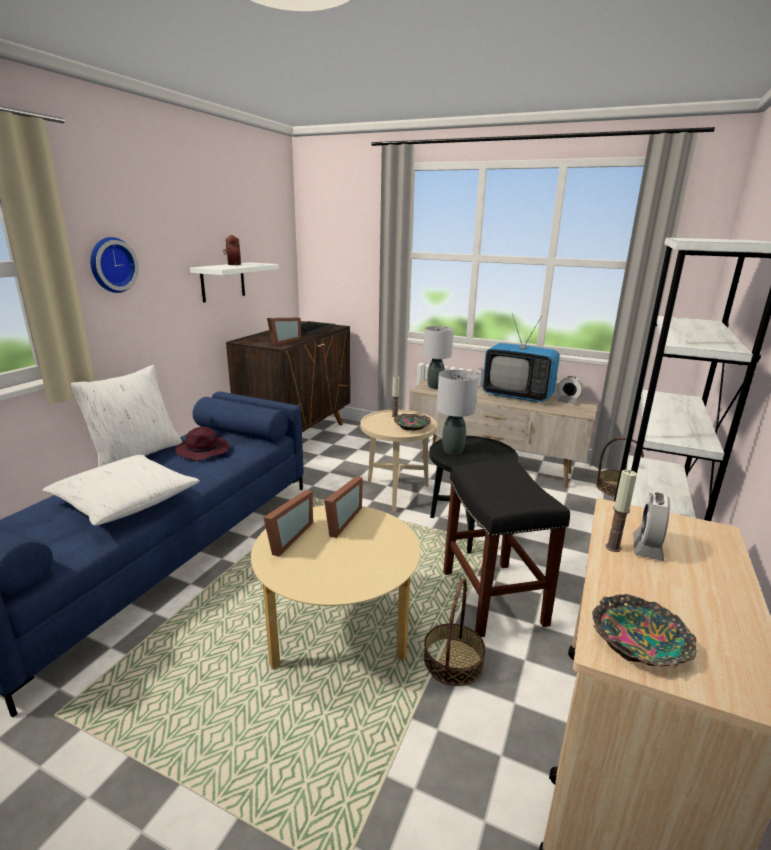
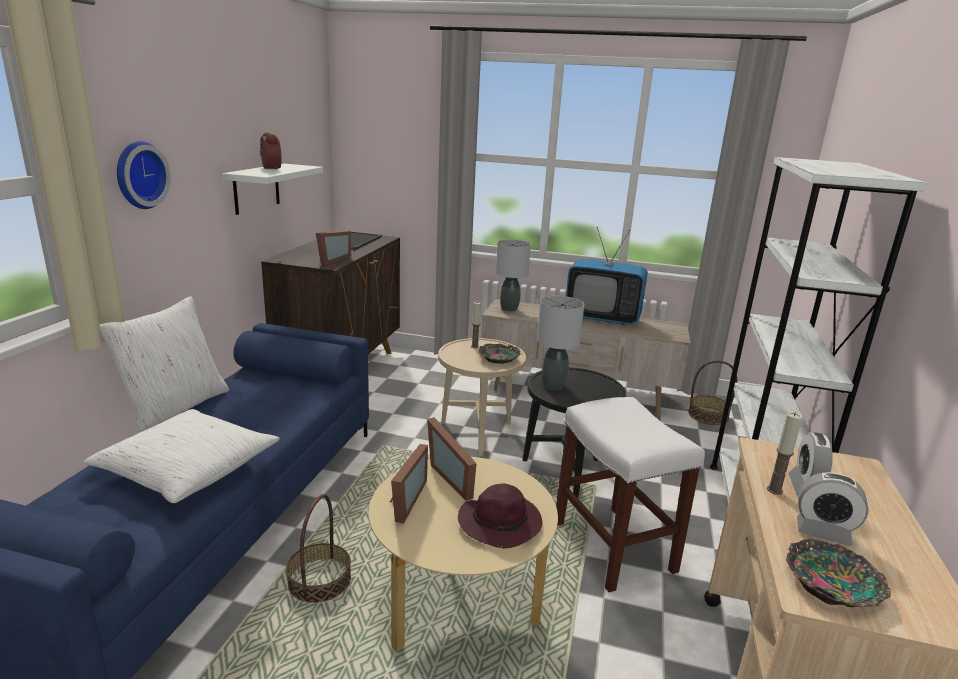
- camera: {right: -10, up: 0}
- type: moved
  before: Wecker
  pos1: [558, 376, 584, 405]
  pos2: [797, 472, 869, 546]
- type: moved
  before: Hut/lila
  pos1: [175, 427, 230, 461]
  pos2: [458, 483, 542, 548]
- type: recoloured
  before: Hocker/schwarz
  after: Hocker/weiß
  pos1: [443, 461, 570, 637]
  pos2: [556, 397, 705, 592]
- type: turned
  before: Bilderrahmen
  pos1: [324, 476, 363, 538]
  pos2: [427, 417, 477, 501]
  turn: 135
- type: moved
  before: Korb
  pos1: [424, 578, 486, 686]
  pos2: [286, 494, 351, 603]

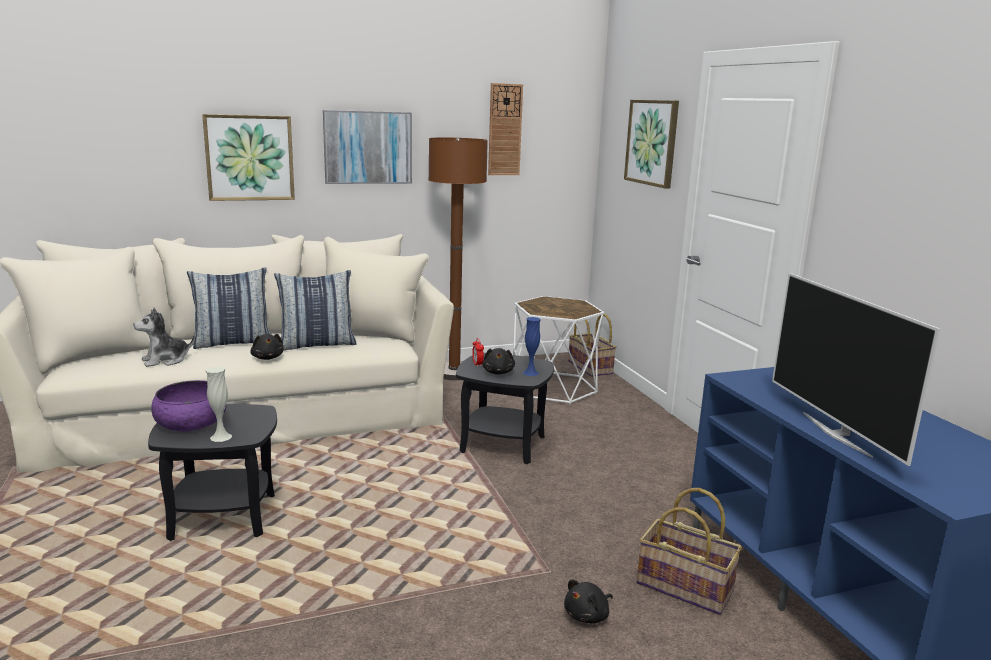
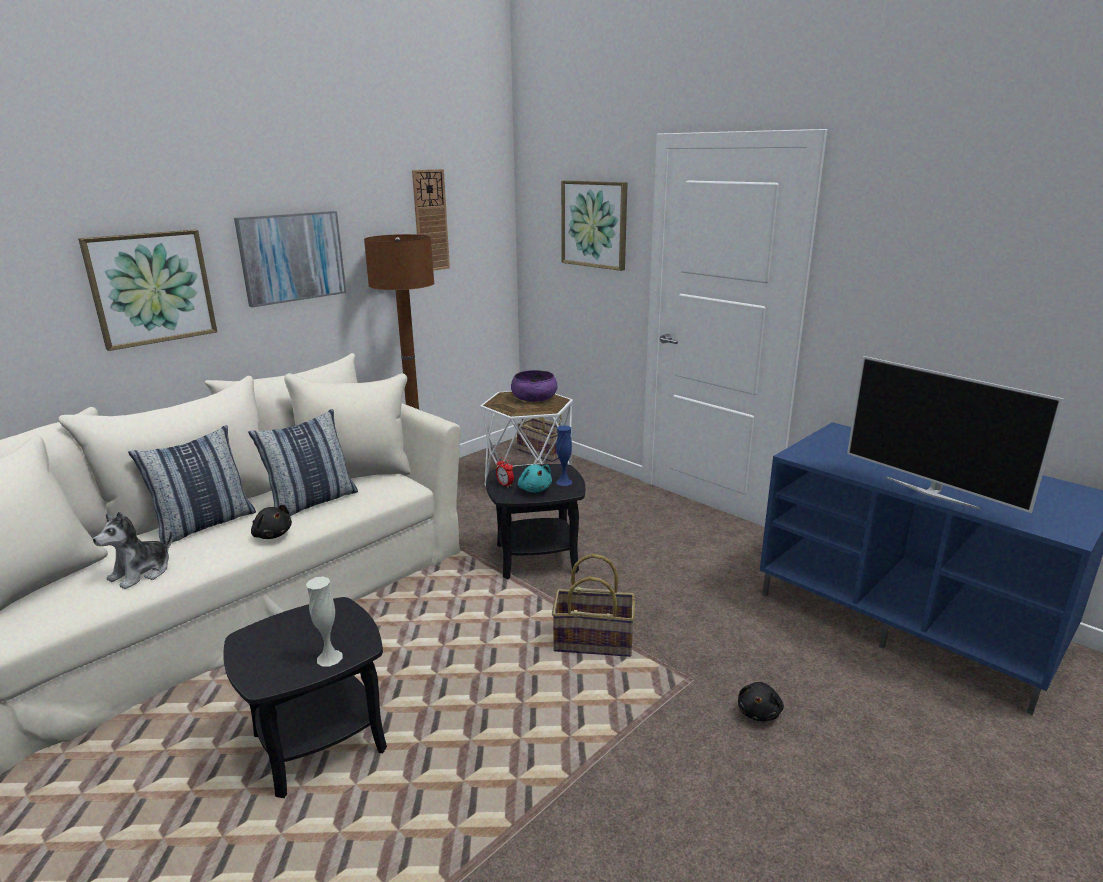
- camera: {right: -25, up: 5}
- type: recoloured
  before: Plüschtier/schwarz
  after: Plüschtier/türkis
  pos1: [482, 348, 515, 374]
  pos2: [518, 465, 552, 492]
- type: moved
  before: Schüssel/lila
  pos1: [151, 380, 227, 432]
  pos2: [511, 370, 557, 402]
- type: moved
  before: Korb
  pos1: [637, 488, 742, 615]
  pos2: [552, 554, 635, 657]

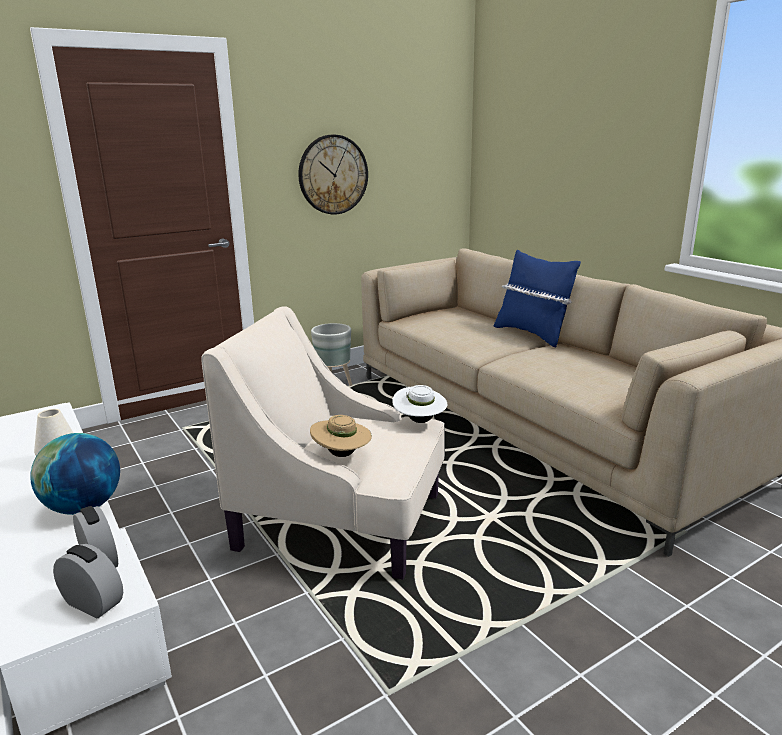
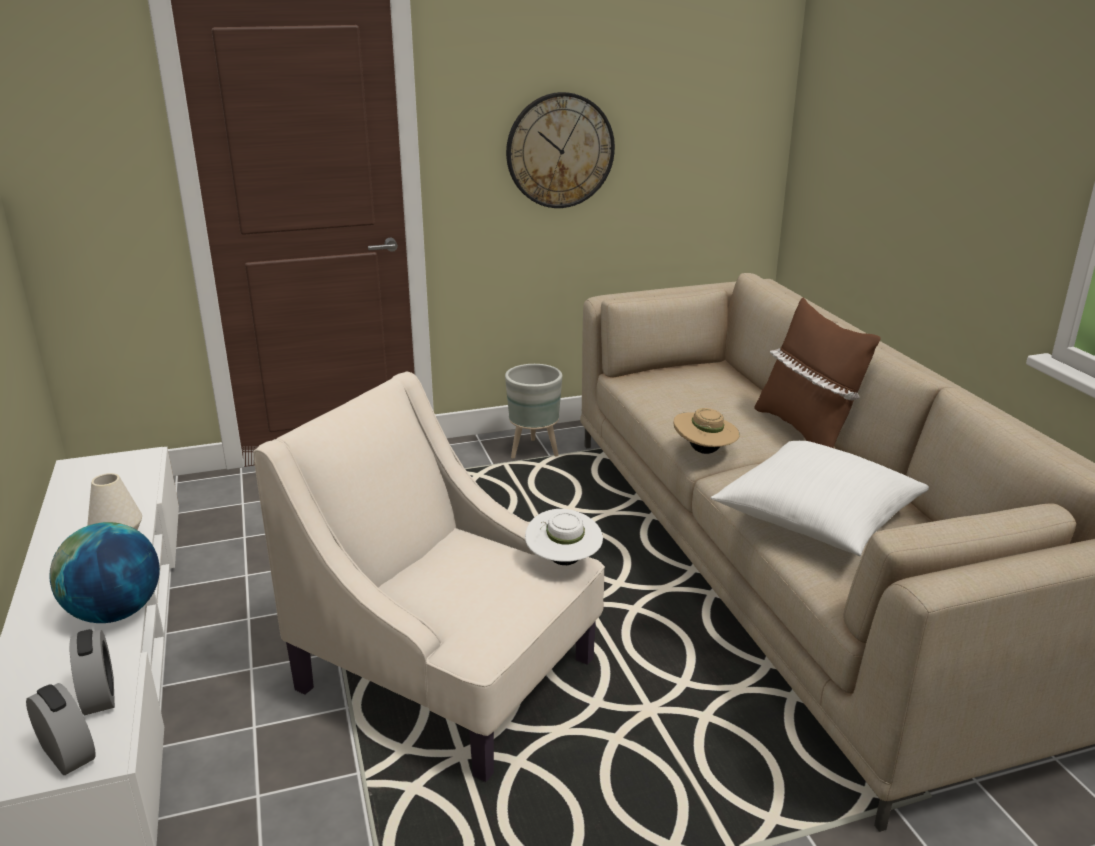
- camera: {right: 15, up: 5}
- type: recoloured
  before: Kissen/blau
  after: Kissen/braun
  pos1: [494, 249, 581, 347]
  pos2: [754, 297, 881, 448]
- type: moved
  before: Hut/beige
  pos1: [310, 415, 372, 457]
  pos2: [673, 408, 740, 454]
- type: added
  after: Kissen/weiß
  pos2: [711, 441, 929, 556]

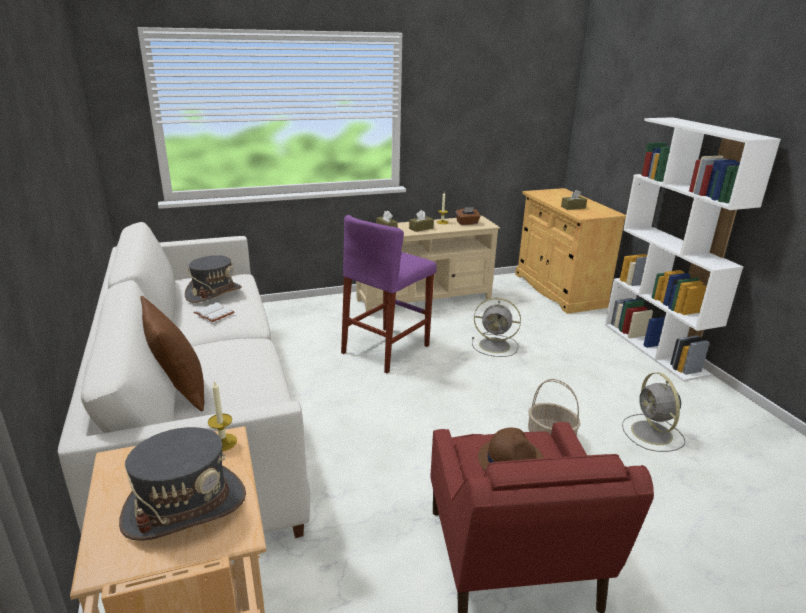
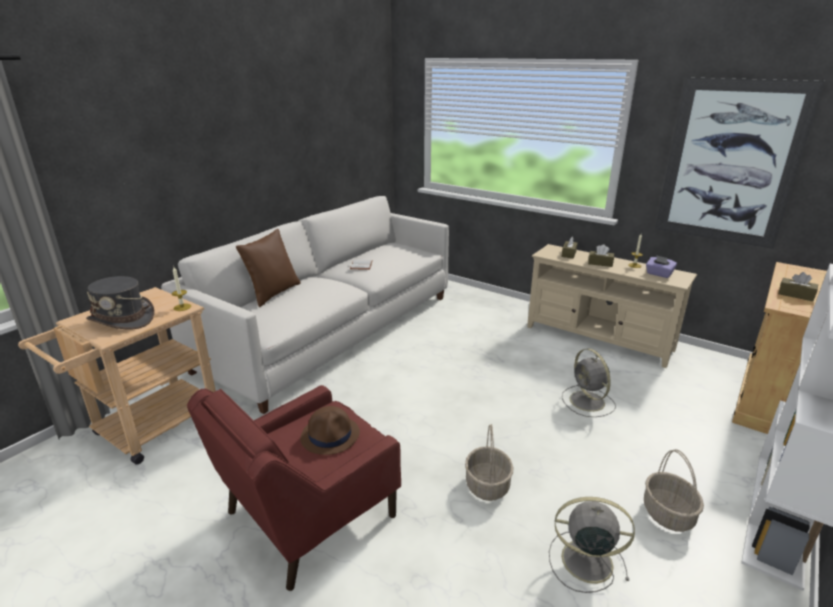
- camera: {right: 55, up: 0}
- type: recoloured
  before: Taschentuchbox/braun
  after: Taschentuchbox/lila
  pos1: [456, 207, 481, 225]
  pos2: [646, 256, 677, 278]
- type: removed
  before: Hocker/lila
  pos1: [341, 215, 437, 373]
- type: removed
  before: Hut/grau
  pos1: [185, 255, 242, 303]
- type: turned
  before: Ventilator/grau
  pos1: [622, 372, 685, 452]
  pos2: [549, 497, 635, 593]
  turn: 60
- type: added
  after: Bild
  pos2: [655, 77, 825, 249]
- type: added
  after: Korb
  pos2: [644, 449, 704, 532]

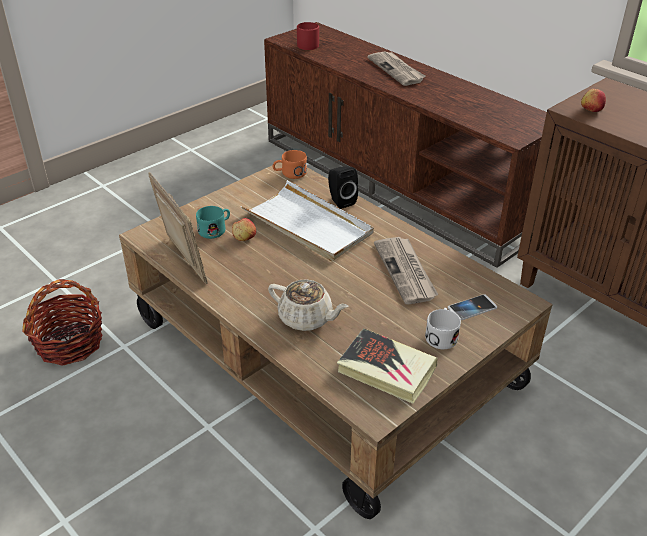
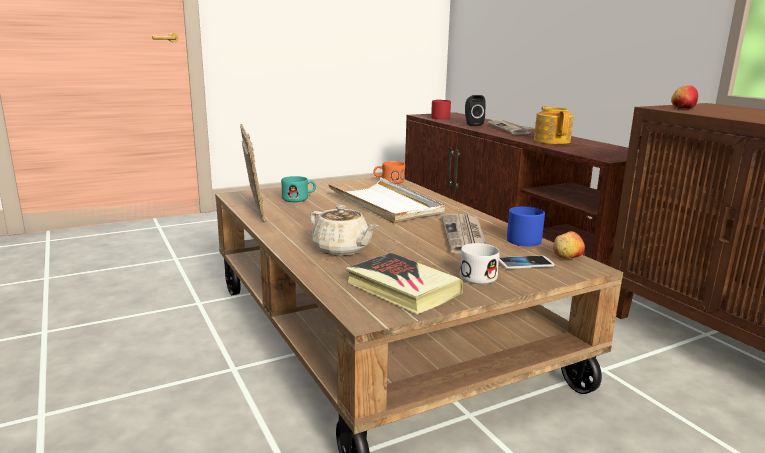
- camera: {right: 15, up: -20}
- type: moved
  before: Lautsprecher/schwarz
  pos1: [328, 166, 358, 209]
  pos2: [465, 95, 486, 126]
- type: moved
  before: Apfel
  pos1: [232, 218, 256, 241]
  pos2: [553, 231, 585, 259]
- type: removed
  before: Korb
  pos1: [22, 279, 103, 366]
- type: added
  after: Teekanne
  pos2: [534, 106, 573, 144]
- type: added
  after: Henkelbecher/blau
  pos2: [507, 206, 545, 247]

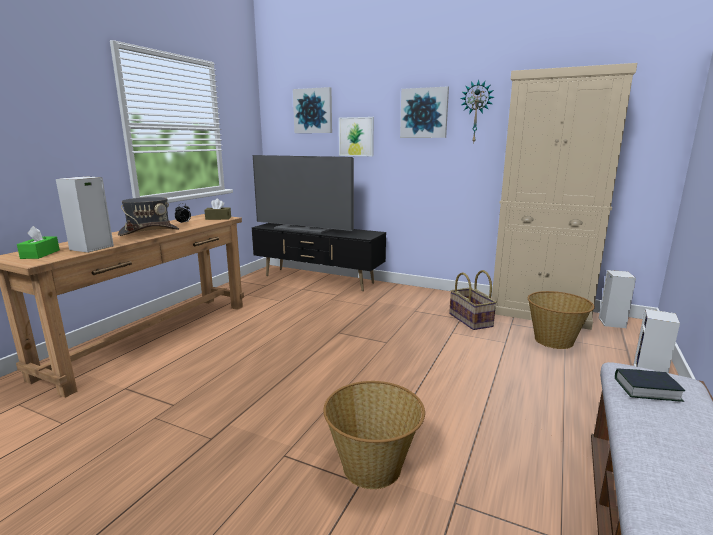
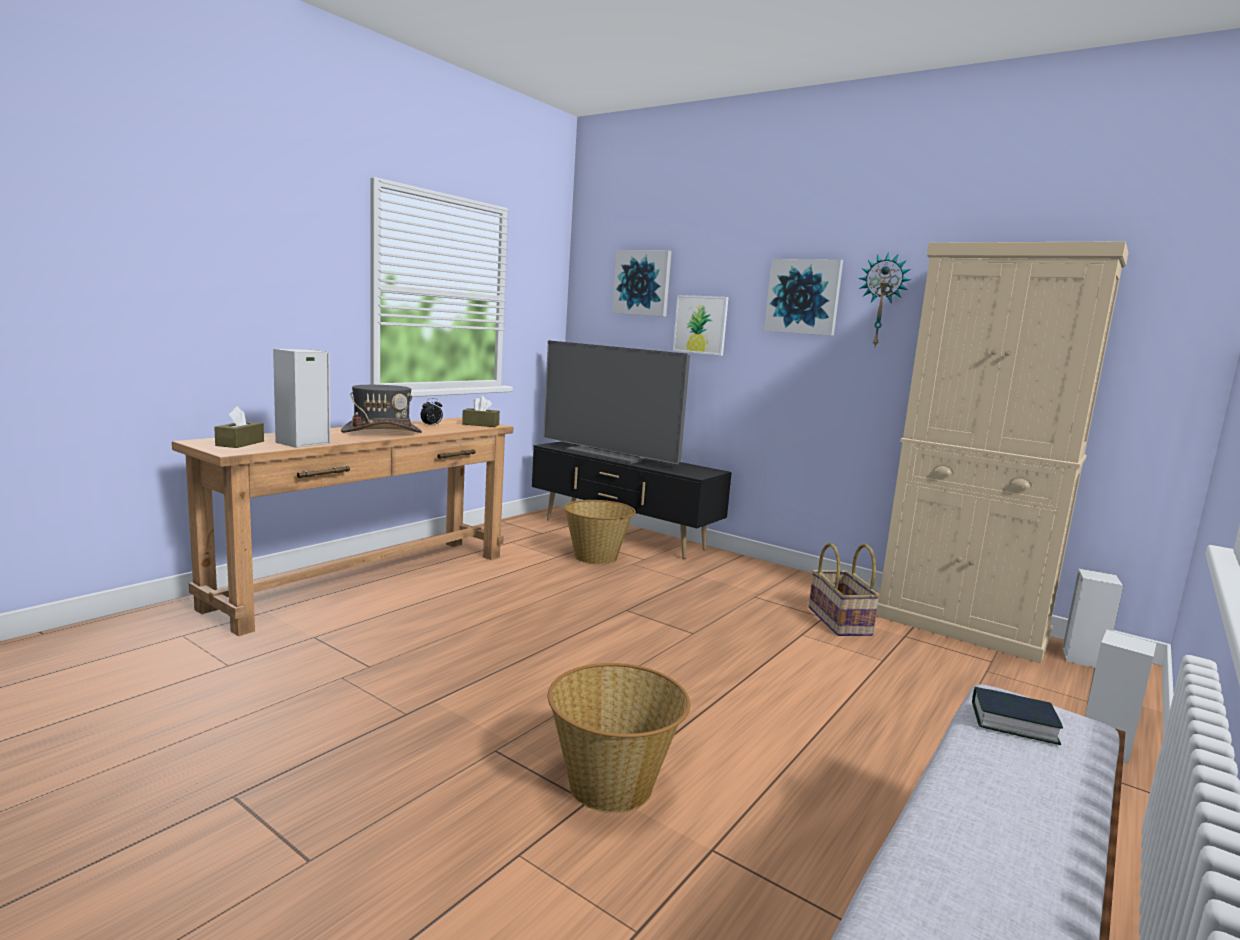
- camera: {right: 10, up: -5}
- type: recoloured
  before: Taschentuchbox/grün
  after: Taschentuchbox/braun
  pos1: [17, 226, 60, 259]
  pos2: [214, 406, 264, 448]
- type: moved
  before: Korb
  pos1: [528, 291, 595, 349]
  pos2: [564, 500, 636, 564]

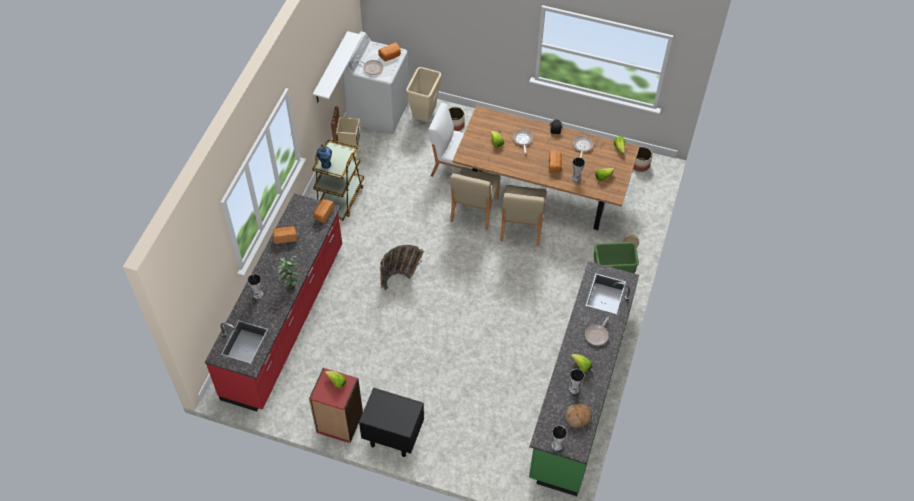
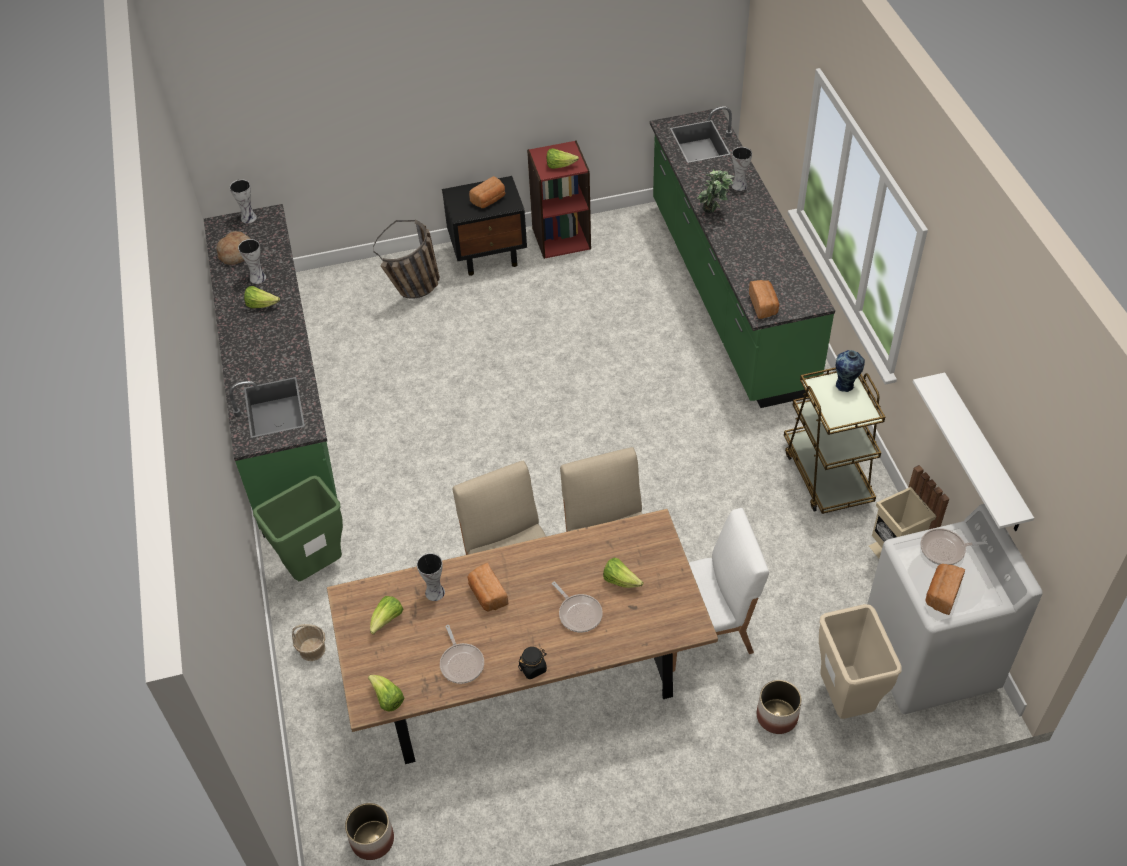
- camera: {right: 150, up: -5}
- type: recoloured
  before: Küchenzeile/rot
  after: Küchenzeile/grün
  pos1: [205, 193, 342, 412]
  pos2: [650, 106, 835, 408]
- type: moved
  before: Brot
  pos1: [273, 226, 298, 244]
  pos2: [469, 176, 505, 208]
- type: moved
  before: Korb
  pos1: [380, 245, 424, 291]
  pos2: [373, 220, 440, 299]
- type: removed
  before: Pfanne
  pos1: [585, 317, 609, 346]

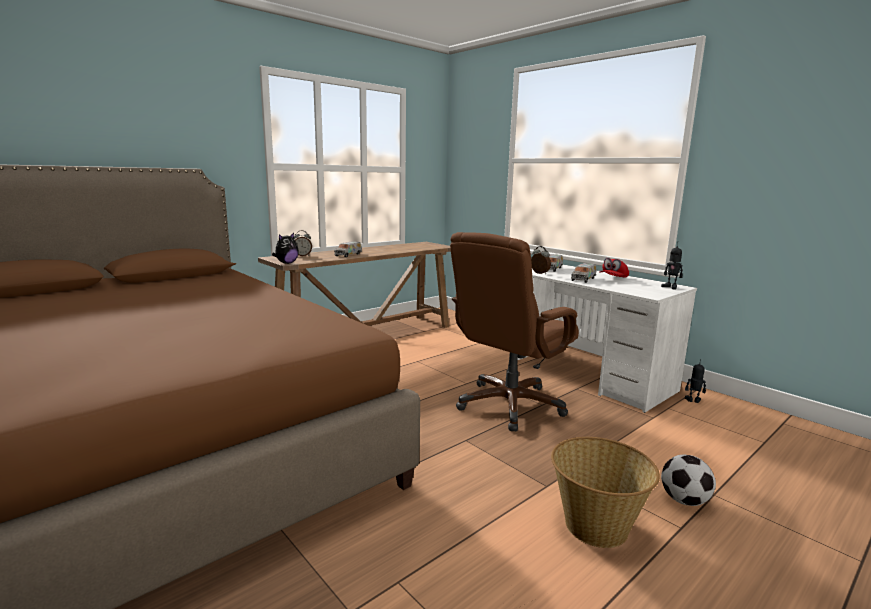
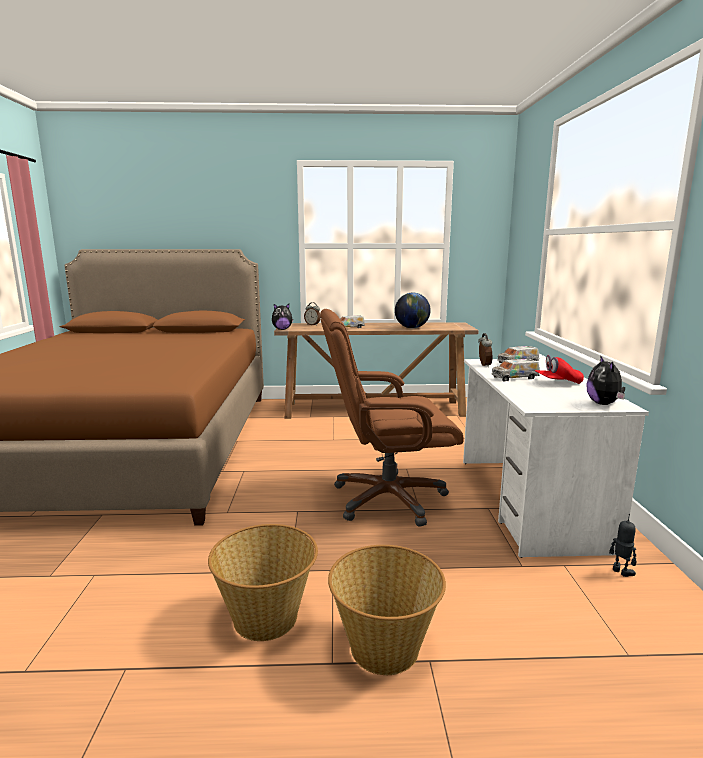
- camera: {right: 40, up: 0}
- type: replaced
  before: Spielzeugroboter
  after: Plüschtier
  pos1: [661, 244, 683, 289]
  pos2: [586, 355, 625, 405]
- type: replaced
  before: Fußball
  after: Korb
  pos1: [661, 455, 716, 506]
  pos2: [328, 545, 446, 675]
- type: added
  after: Globus
  pos2: [395, 293, 431, 328]

